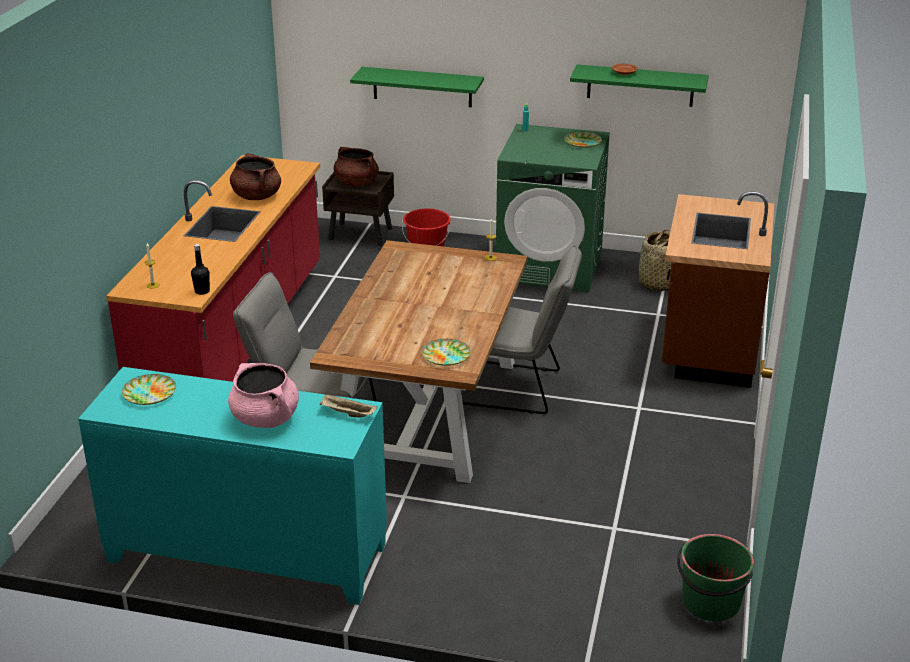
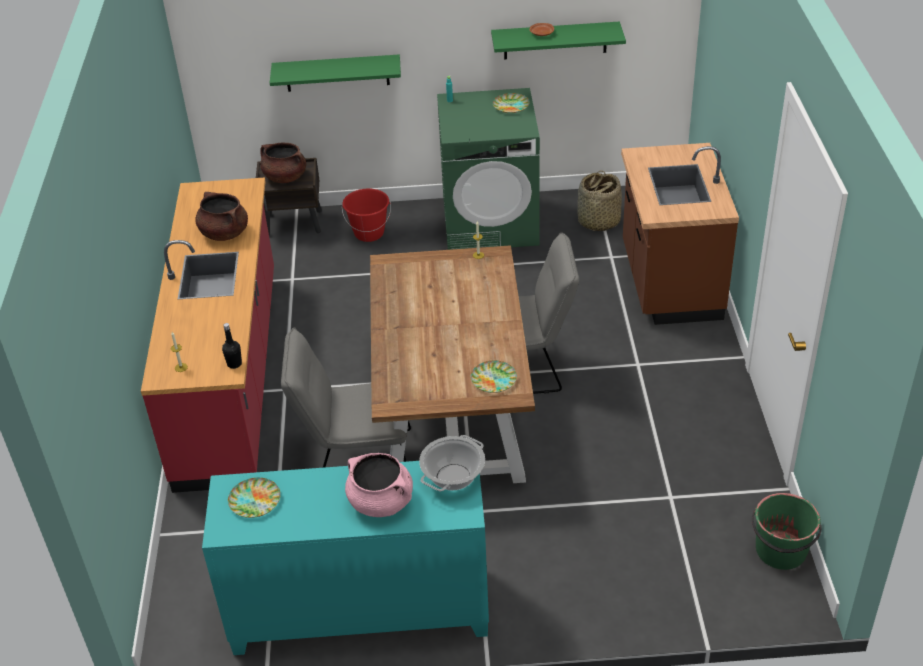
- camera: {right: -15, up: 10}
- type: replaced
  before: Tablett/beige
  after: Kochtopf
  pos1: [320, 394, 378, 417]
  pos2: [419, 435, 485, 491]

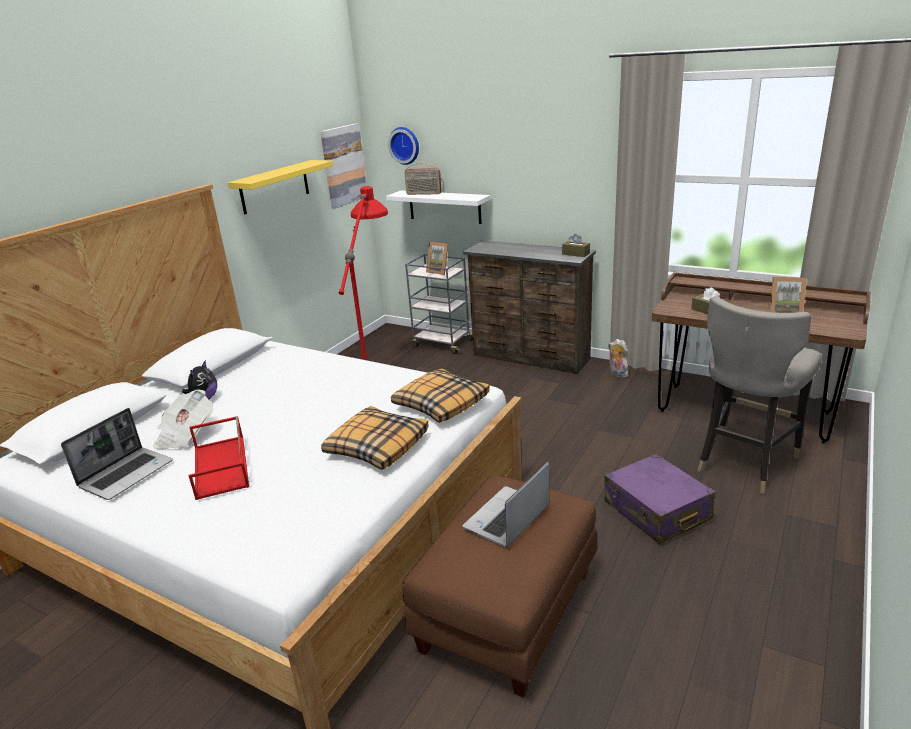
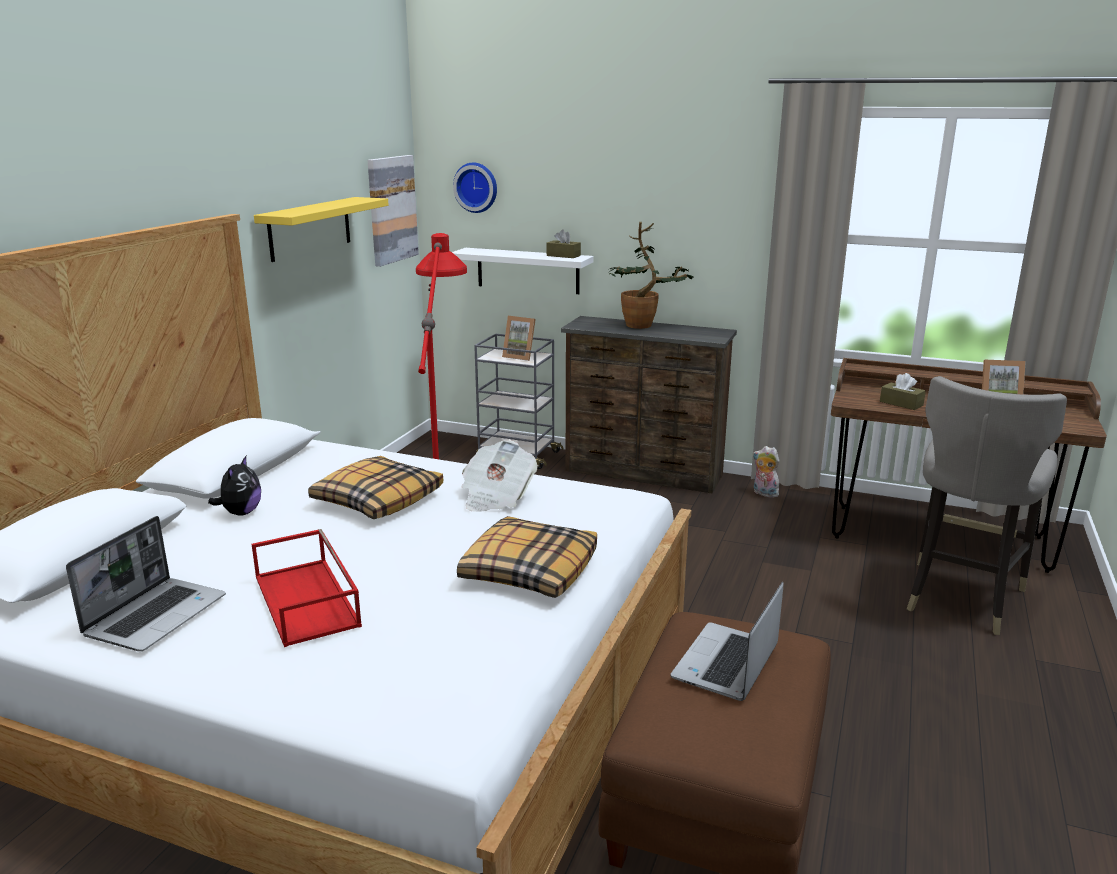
- camera: {right: -10, up: -5}
- type: removed
  before: Radio
  pos1: [404, 163, 442, 195]
- type: moved
  before: Taschentuchbox/braun
  pos1: [562, 234, 590, 257]
  pos2: [547, 230, 581, 258]
- type: moved
  before: Kissen
  pos1: [391, 368, 490, 423]
  pos2: [308, 456, 443, 519]
- type: moved
  before: Zeitung
  pos1: [153, 389, 213, 450]
  pos2: [461, 440, 538, 512]
- type: removed
  before: Koffer/lila
  pos1: [605, 454, 716, 544]
- type: added
  after: Topfpflanze
  pos2: [609, 222, 694, 329]

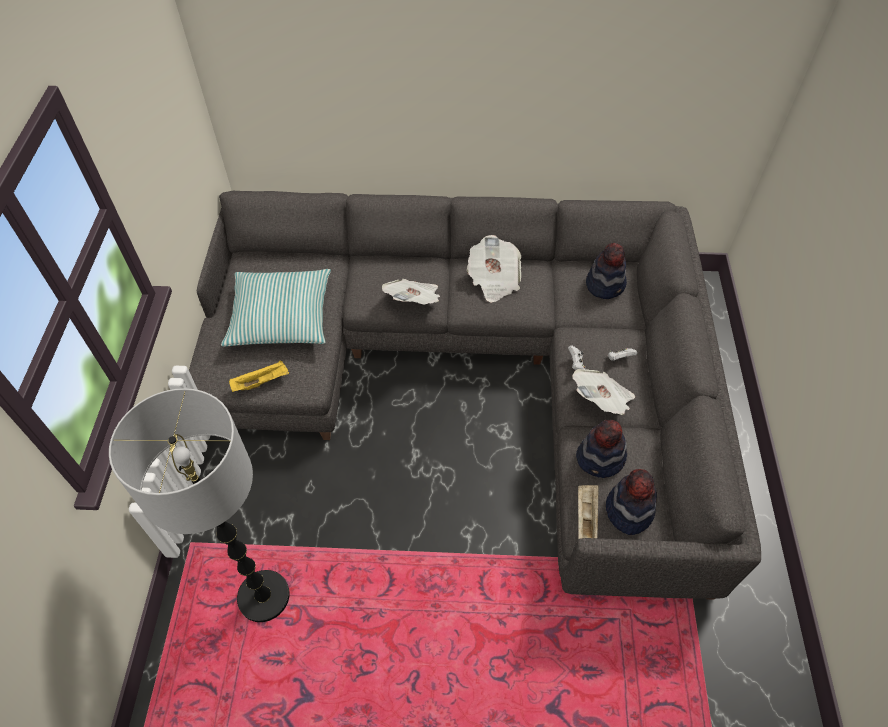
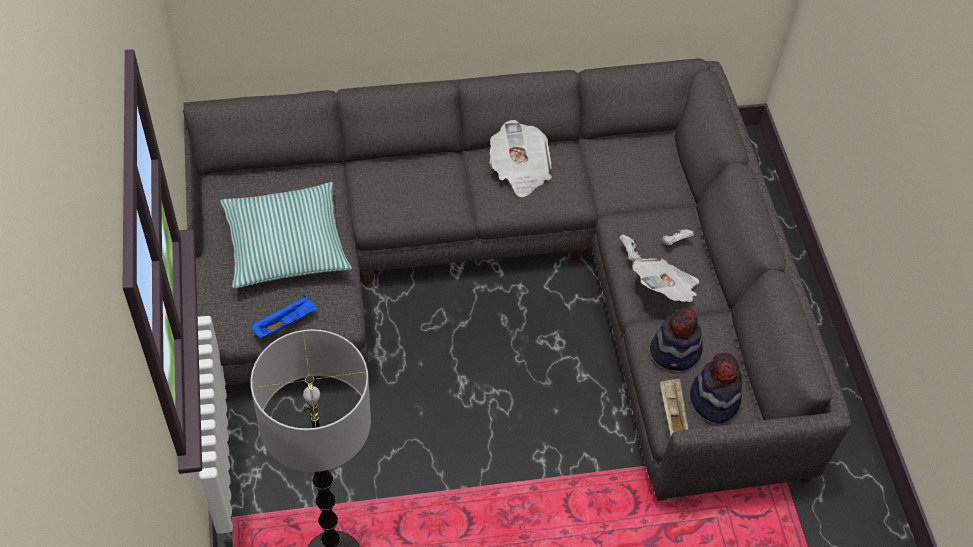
- camera: {right: -15, up: 0}
- type: removed
  before: Hut
  pos1: [586, 243, 627, 299]
- type: removed
  before: Zeitung
  pos1: [382, 279, 440, 304]
- type: recoloured
  before: Tablett/gelb
  after: Tablett/blau
  pos1: [229, 360, 289, 392]
  pos2: [252, 295, 318, 338]

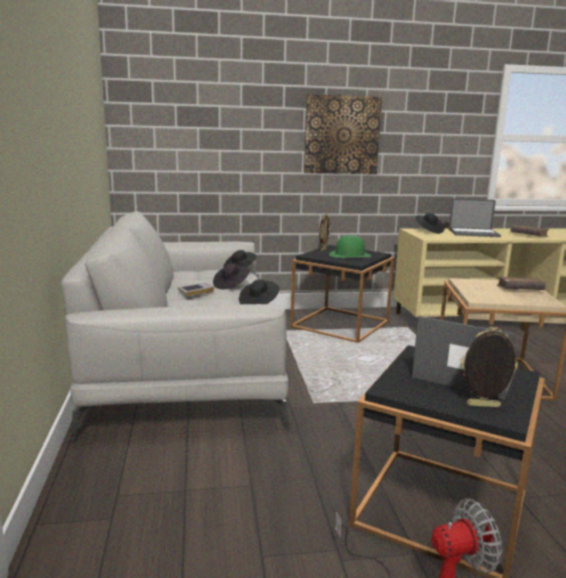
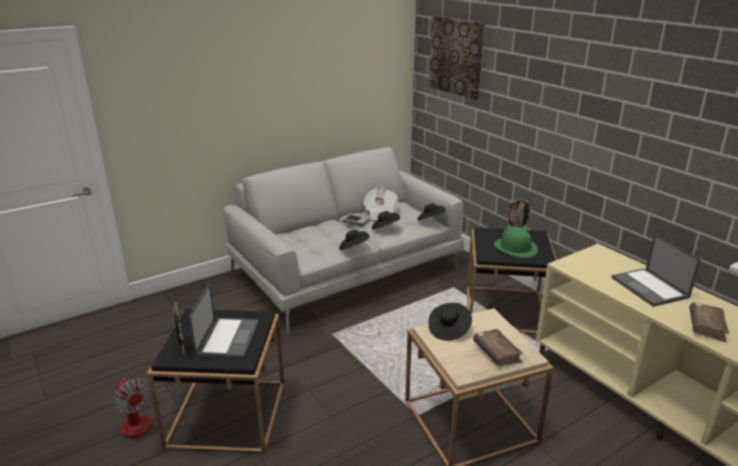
- camera: {right: 65, up: 10}
- type: moved
  before: Bild
  pos1: [304, 94, 382, 174]
  pos2: [429, 15, 485, 100]
- type: moved
  before: Hut/schwarz
  pos1: [416, 213, 445, 234]
  pos2: [428, 303, 472, 341]
- type: added
  after: Zeitung
  pos2: [363, 186, 398, 220]

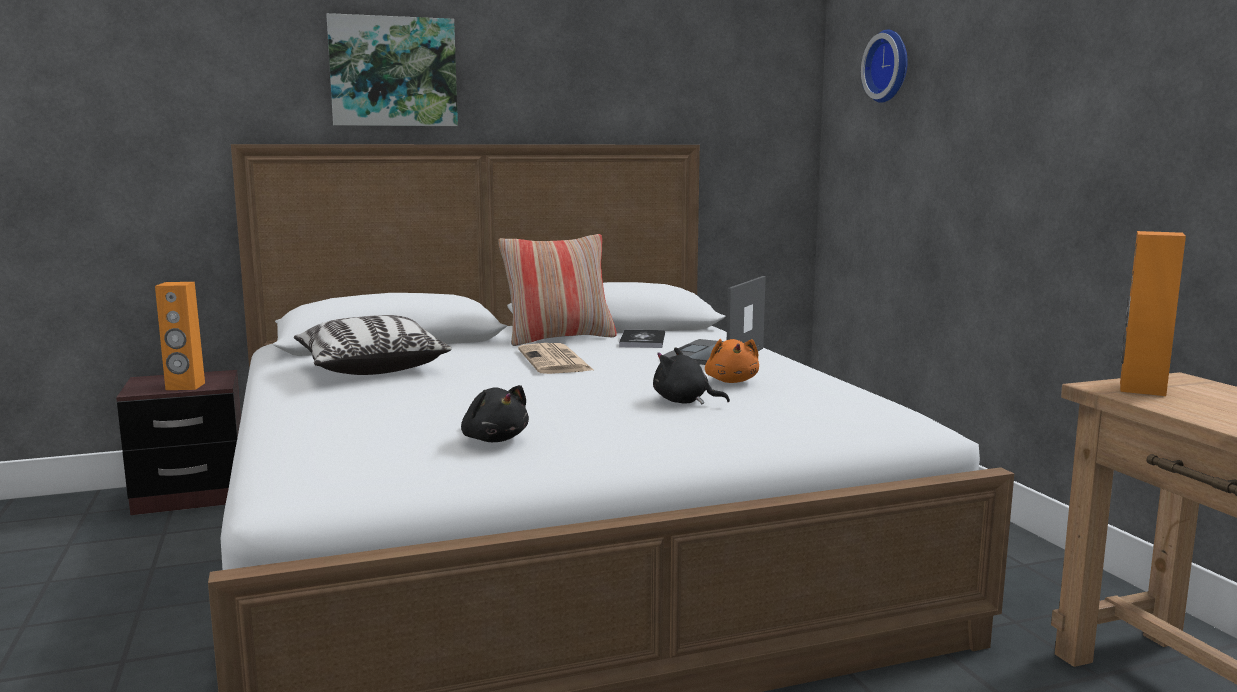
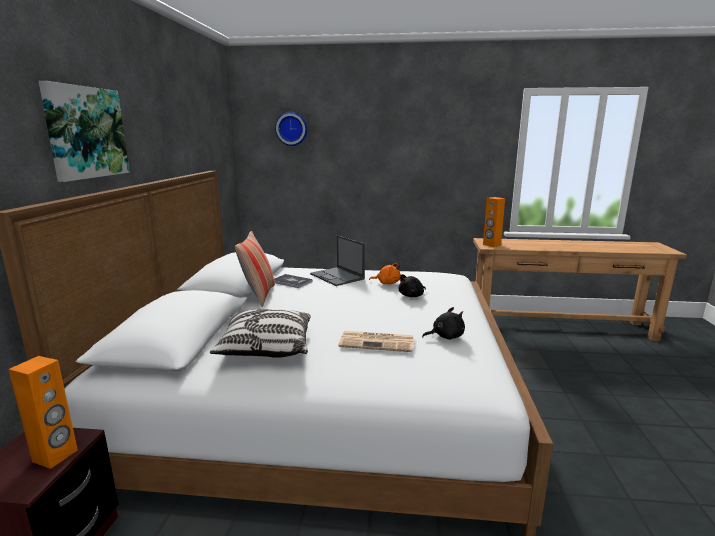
- camera: {right: -65, up: 5}
- type: moved
  before: Zeitung
  pos1: [518, 343, 595, 374]
  pos2: [338, 331, 414, 352]

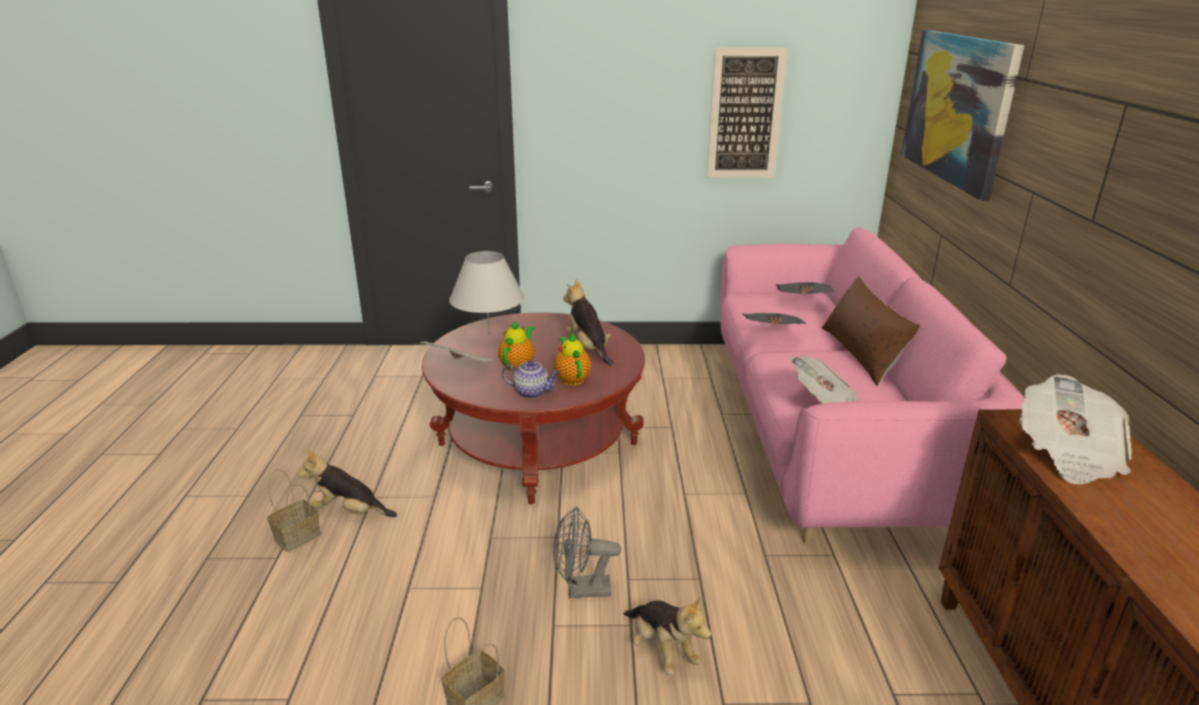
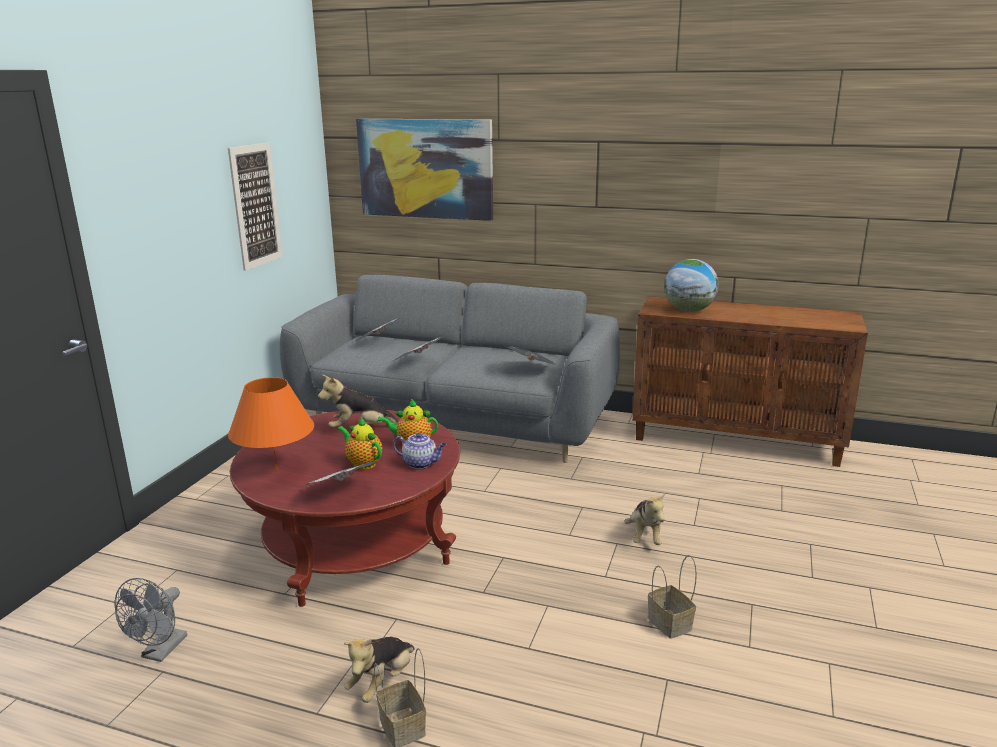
- camera: {right: -70, up: -5}
- type: recoloured
  before: Sofa/rosa
  after: Sofa/grau
  pos1: [720, 227, 1025, 544]
  pos2: [280, 275, 620, 463]
- type: recoloured
  before: Tischlampe/weiß
  after: Tischlampe/orange
  pos1: [449, 251, 525, 336]
  pos2: [228, 377, 314, 470]
- type: removed
  before: Kissen/braun
  pos1: [822, 276, 920, 386]
- type: turned
  before: Teekanne
  pos1: [502, 361, 560, 398]
  pos2: [393, 433, 446, 469]
  turn: 75
- type: replaced
  before: Zeitung
  after: Globus
  pos1: [1019, 374, 1132, 484]
  pos2: [664, 259, 719, 312]
- type: moved
  before: Ventilator/grau
  pos1: [553, 507, 621, 598]
  pos2: [115, 578, 187, 662]
- type: turned
  before: Plüschtier
  pos1: [623, 596, 711, 675]
  pos2: [625, 493, 665, 545]
  turn: 105

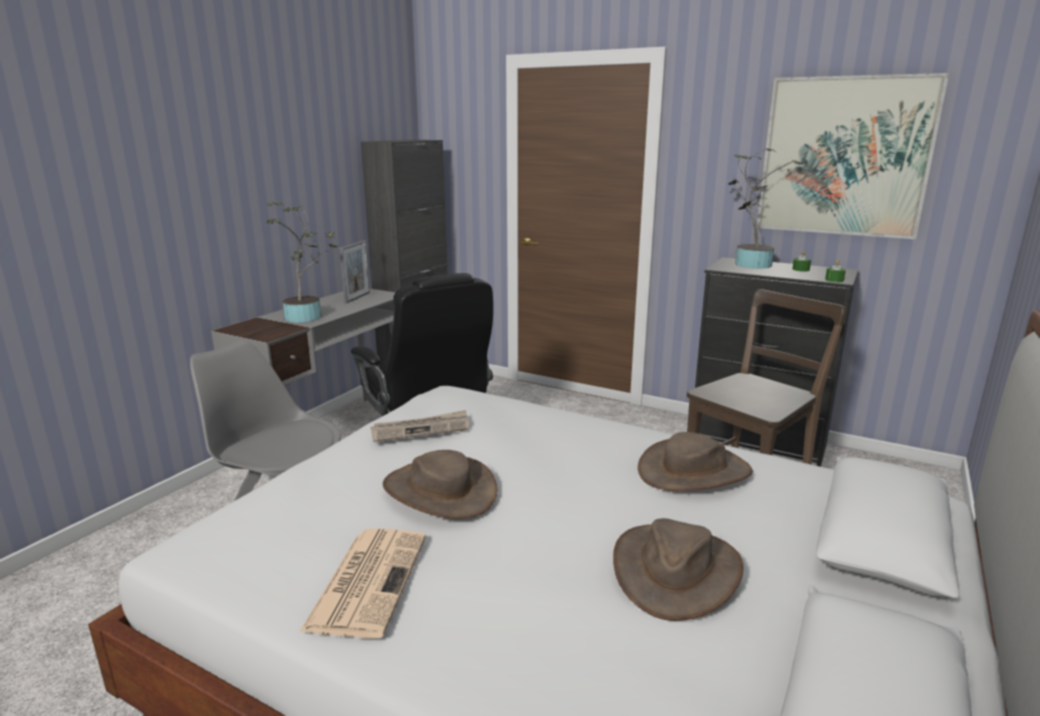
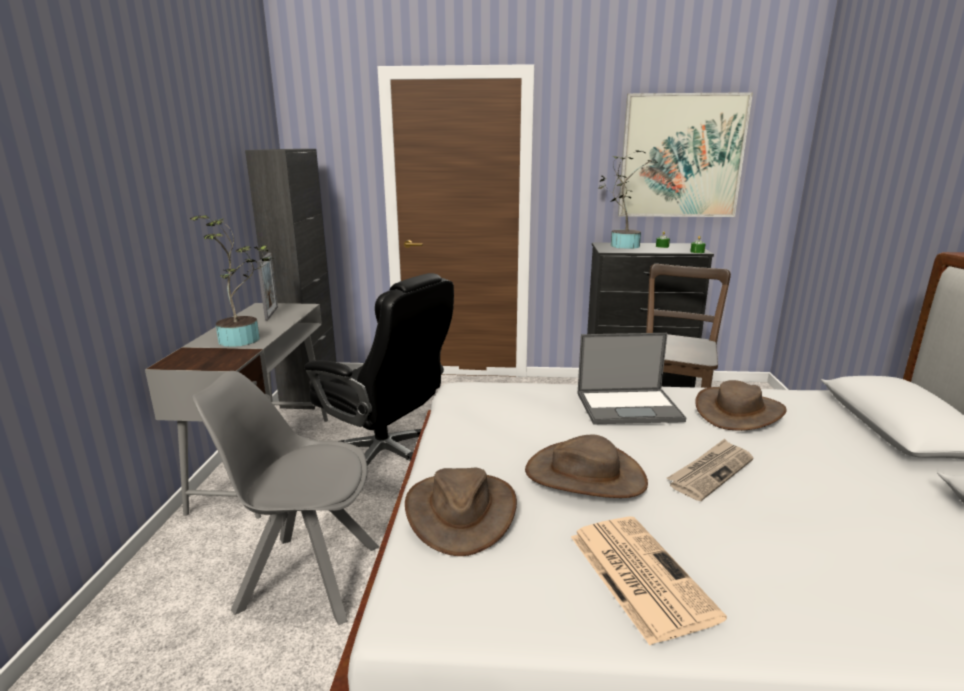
- camera: {right: -25, up: 0}
- type: moved
  before: Zeitung
  pos1: [371, 410, 469, 442]
  pos2: [667, 439, 753, 501]
- type: moved
  before: Hut/braun
  pos1: [613, 518, 743, 621]
  pos2: [405, 468, 517, 556]
- type: added
  after: Laptop
  pos2: [577, 333, 686, 425]

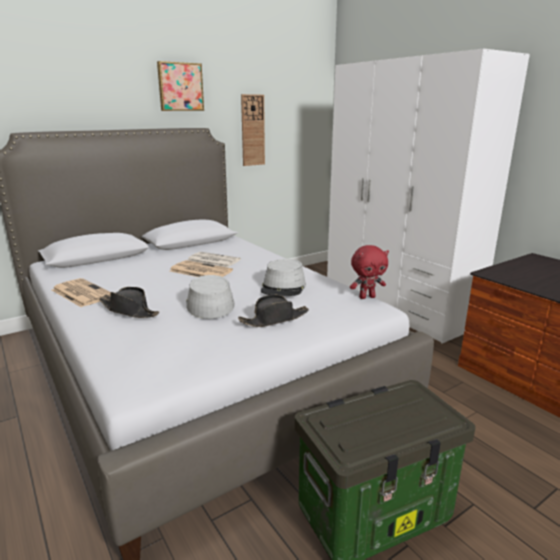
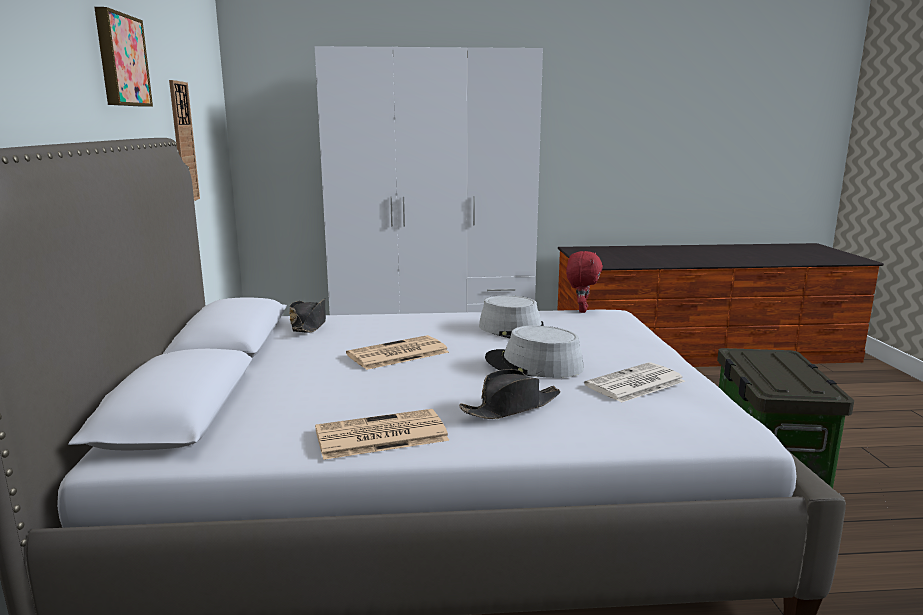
- camera: {right: -60, up: -5}
- type: moved
  before: Zeitung
  pos1: [188, 252, 241, 268]
  pos2: [584, 362, 685, 403]
- type: moved
  before: Hut/schwarz
  pos1: [238, 295, 309, 327]
  pos2: [289, 299, 326, 333]

